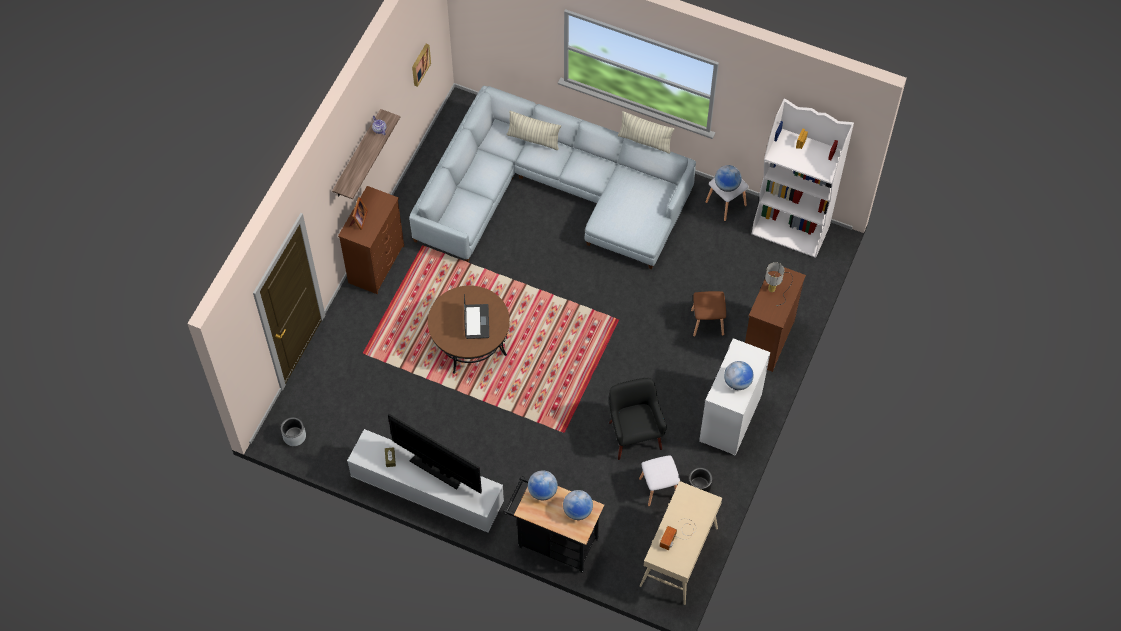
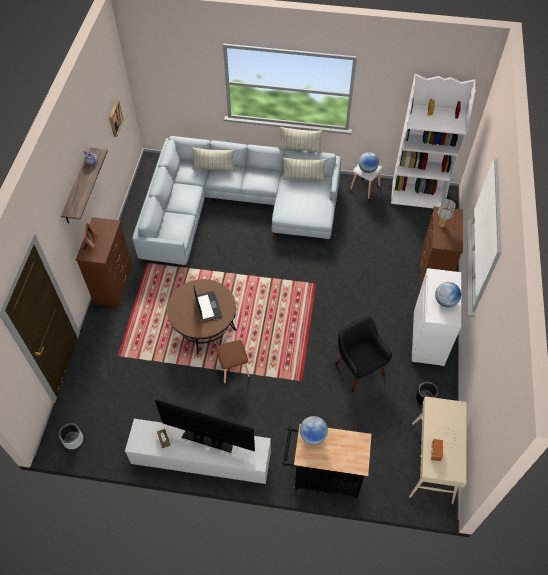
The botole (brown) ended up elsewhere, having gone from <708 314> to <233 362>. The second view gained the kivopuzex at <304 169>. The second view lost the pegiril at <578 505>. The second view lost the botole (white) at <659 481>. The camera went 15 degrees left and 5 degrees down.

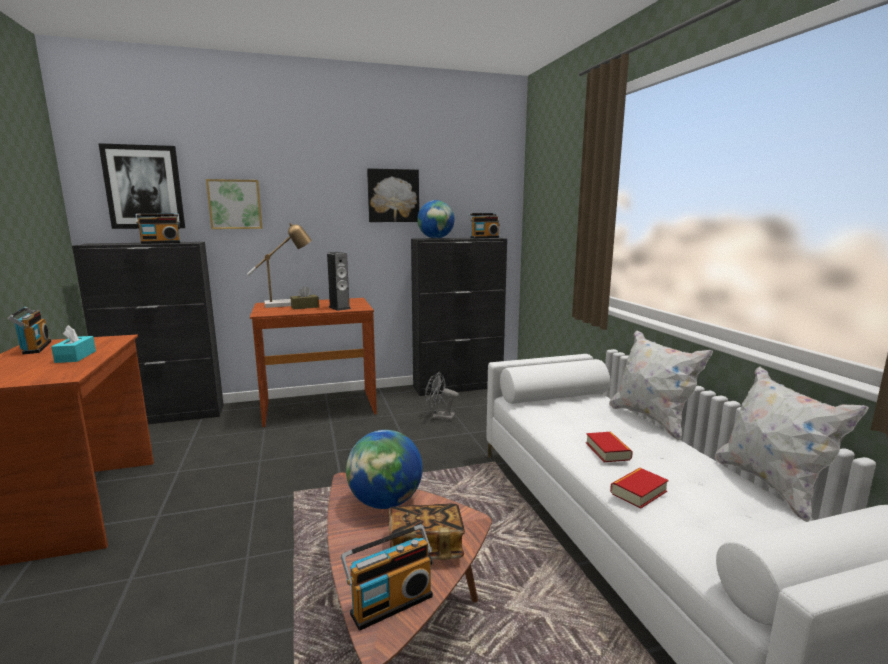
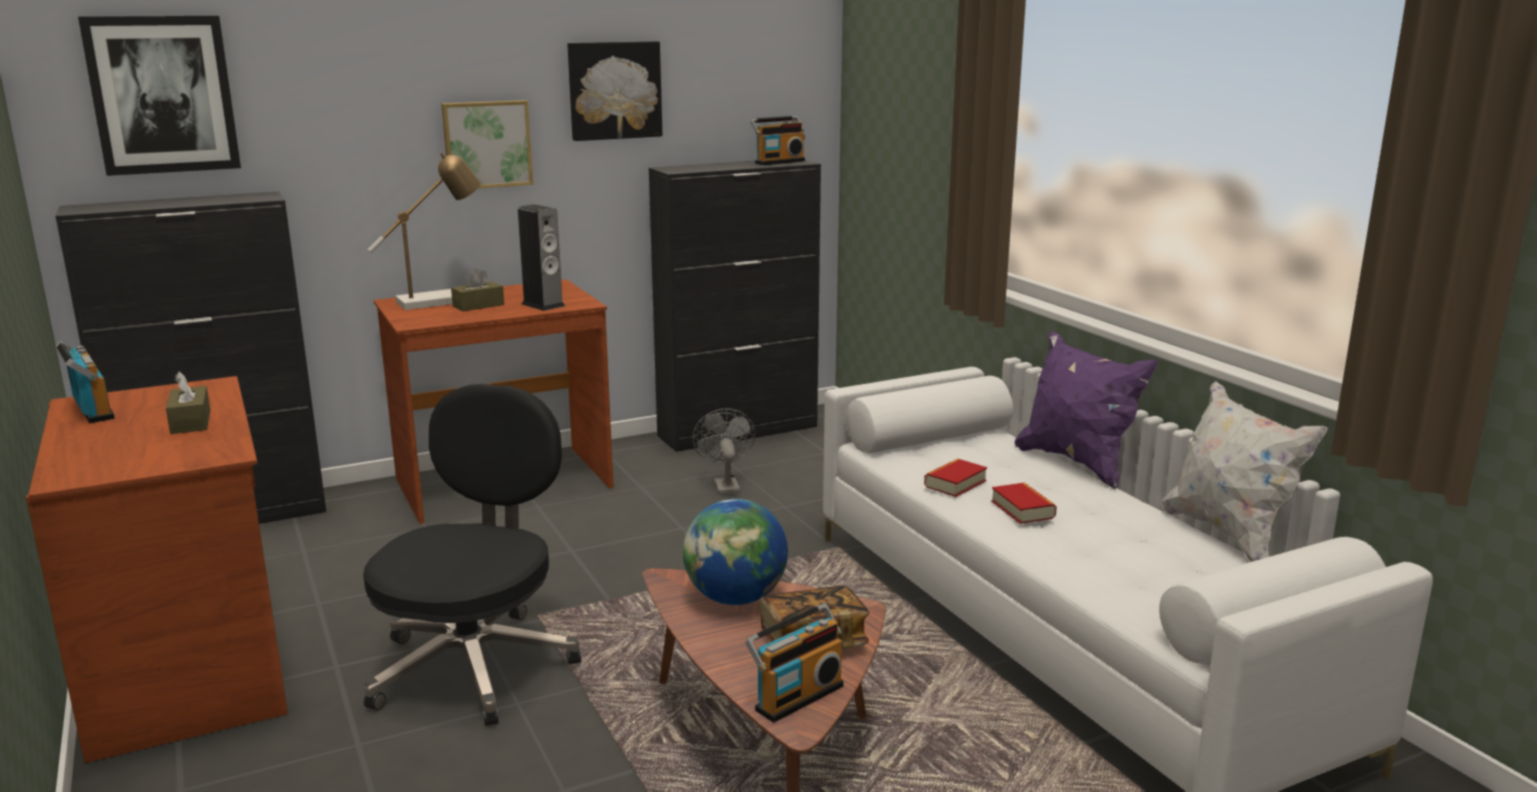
What was the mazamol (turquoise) at <73 344> turned into the mazamol (brown) at <188 402>. The second view gained the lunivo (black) at <472 555>. The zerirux ended up elsewhere, having gone from <234 204> to <487 144>. The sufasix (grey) at <442 396> ended up facing another way, 75 degrees clockwise from before. The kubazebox ended up elsewhere, having gone from <639 488> to <955 478>. What was the kivopuzex (white) at <661 385> turned into the kivopuzex (purple) at <1086 410>. The second view lost the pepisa at <158 228>. The second view lost the pegiril at <436 219>. The camera went 10 degrees left and 5 degrees up.

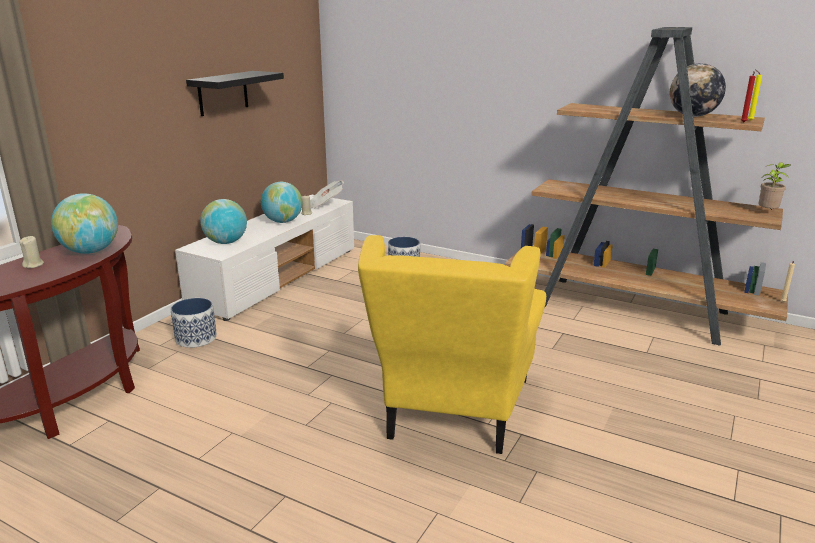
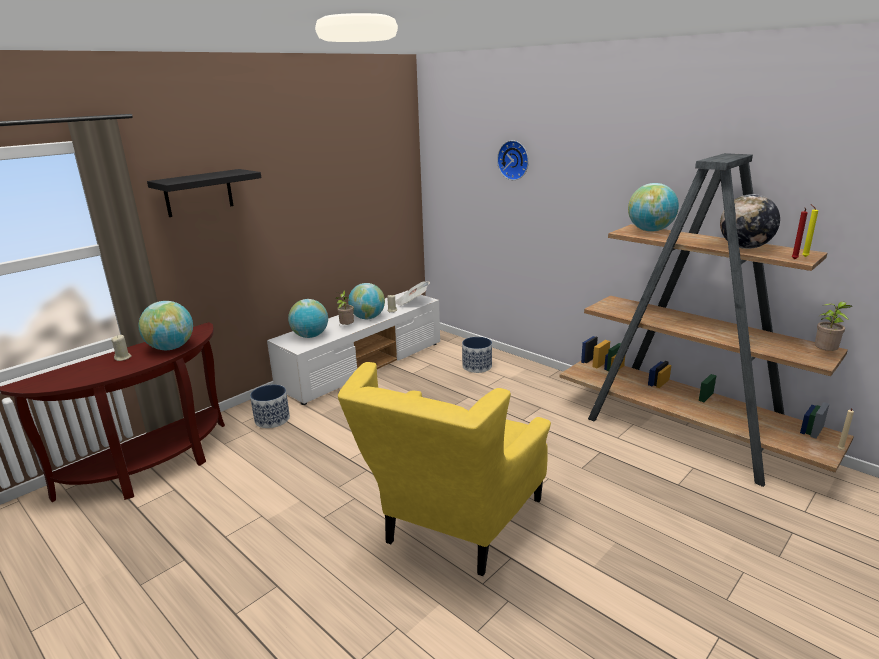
The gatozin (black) ended up elsewhere, having gone from <235 93> to <204 193>. The second view gained the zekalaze at <344 307>. The second view gained the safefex at <513 160>. The second view gained the pegiril at <653 207>. The camera went 15 degrees right and 0 degrees up.

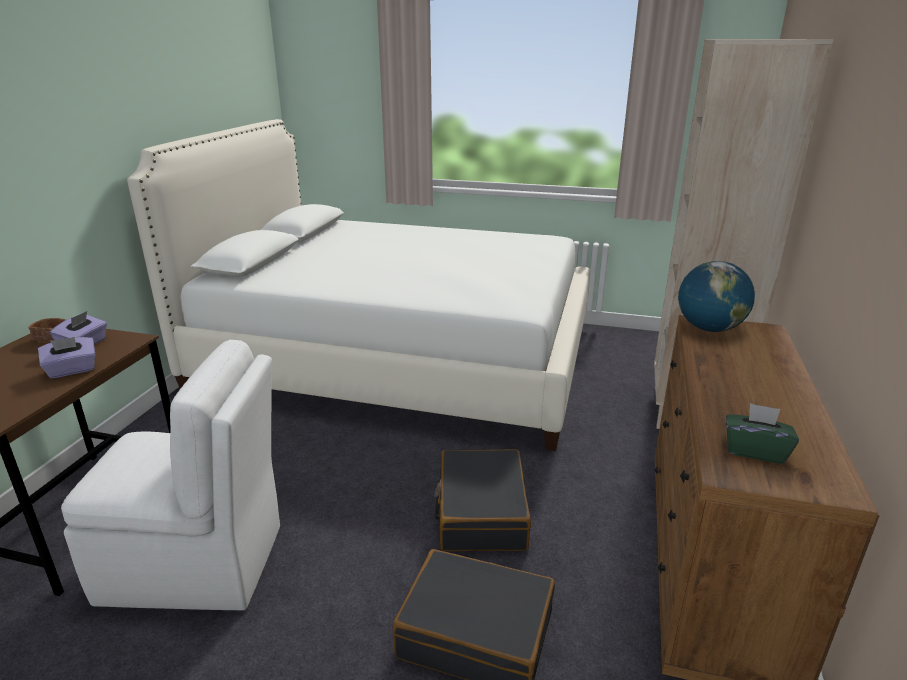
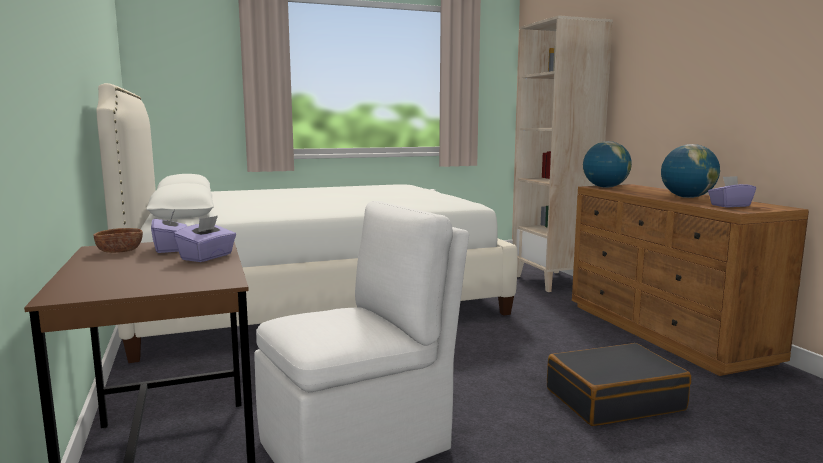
The second view gained the pegiril at <690 171>. What was the mazamol (green) at <762 433> turned into the mazamol (purple) at <732 191>. The second view lost the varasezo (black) at <482 500>. The camera went 35 degrees left and 15 degrees down.

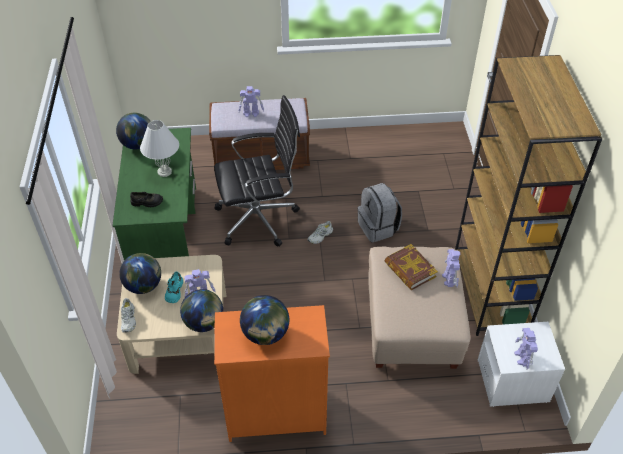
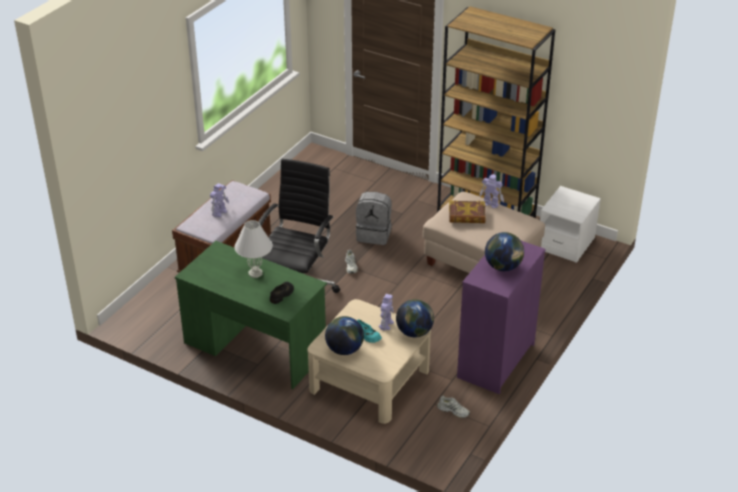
The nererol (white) ended up elsewhere, having gone from <128 315> to <453 407>. What was the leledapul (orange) at <272 373> turned into the leledapul (purple) at <501 317>. The second view lost the pegiril at <133 131>. The second view lost the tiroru at <526 349>. The camera went 55 degrees left and 10 degrees down.

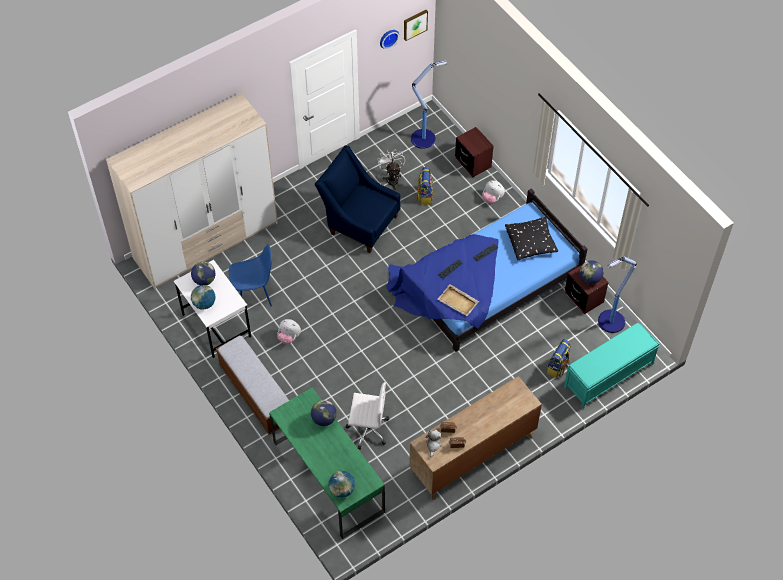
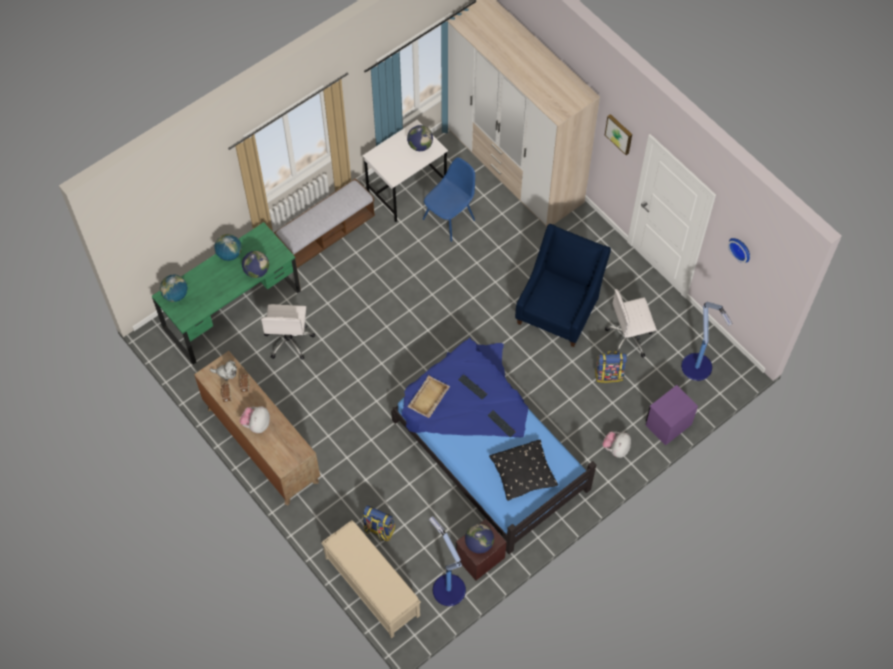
The pegiril ended up elsewhere, having gone from <203 297> to <228 247>. The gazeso ended up elsewhere, having gone from <289 331> to <255 419>. What was the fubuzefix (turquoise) at <612 366> turned into the fubuzefix (beige) at <371 579>. The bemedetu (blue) at <250 275> ended up facing another way, 120 degrees counterclockwise from before. The zerirux ended up elsewhere, having gone from <416 25> to <618 134>. Where the sufasix (white) stood at <391 170>, the lunivo (white) came to stand at <631 323>. What was the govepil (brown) at <474 152> turned into the govepil (purple) at <671 415>. The camera went 85 degrees right and 5 degrees up.

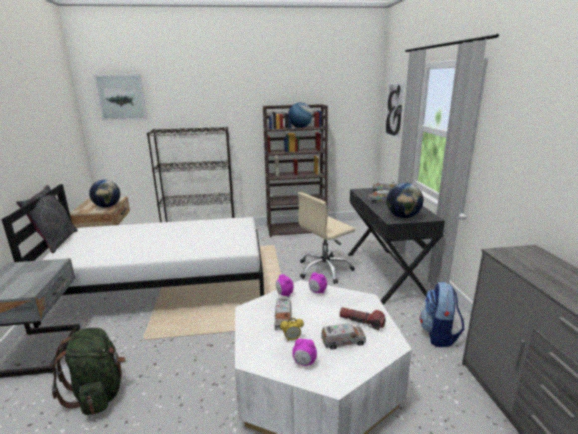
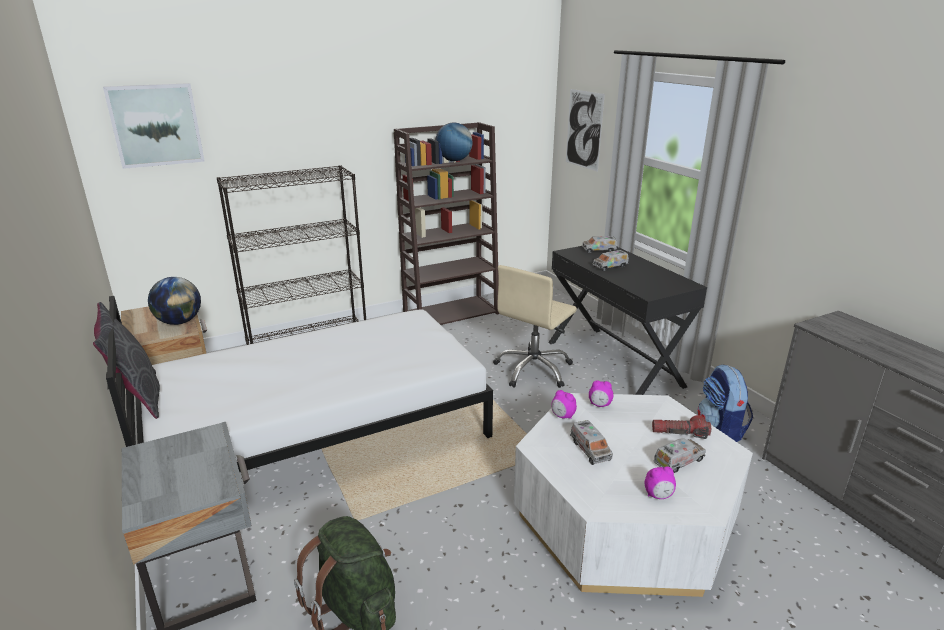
The second view lost the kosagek at <292 329>. The second view lost the pegiril at <404 200>. The camera went 20 degrees left and 5 degrees up.

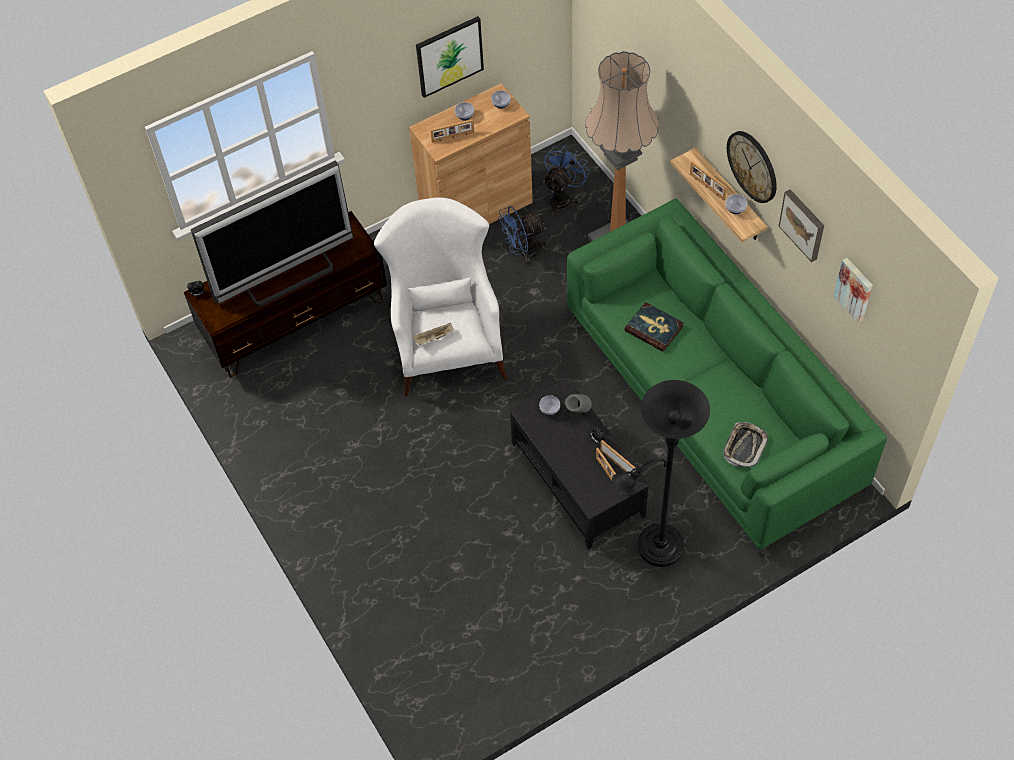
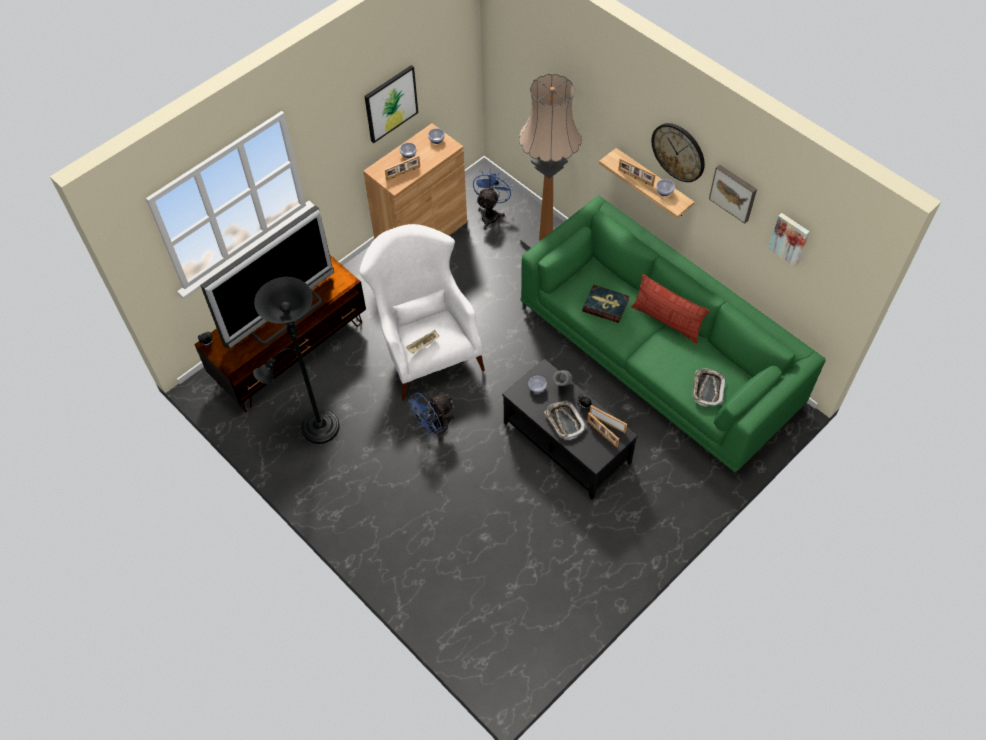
The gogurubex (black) ended up elsewhere, having gone from <661 473> to <296 360>. The sufasix (blue) ended up elsewhere, having gone from <522 236> to <430 416>. The second view gained the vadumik at <565 420>. The second view gained the kivopuzex at <670 309>. The camera went 15 degrees left and 0 degrees up.

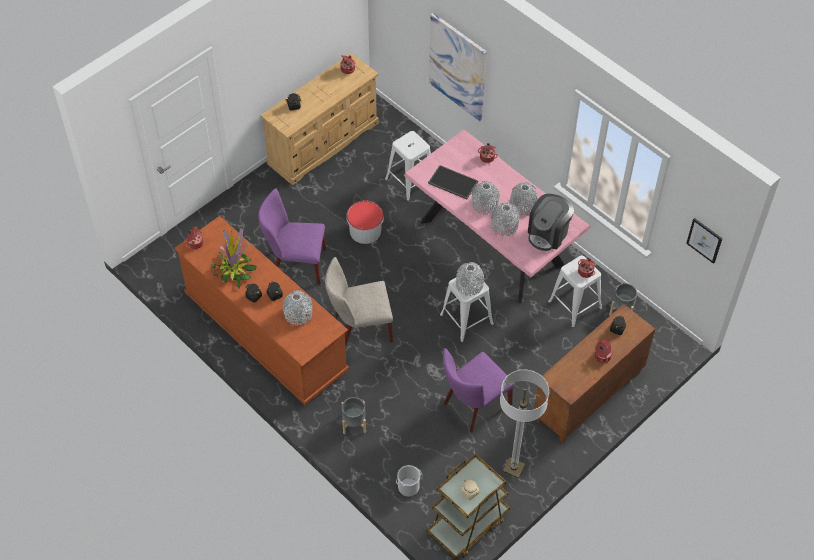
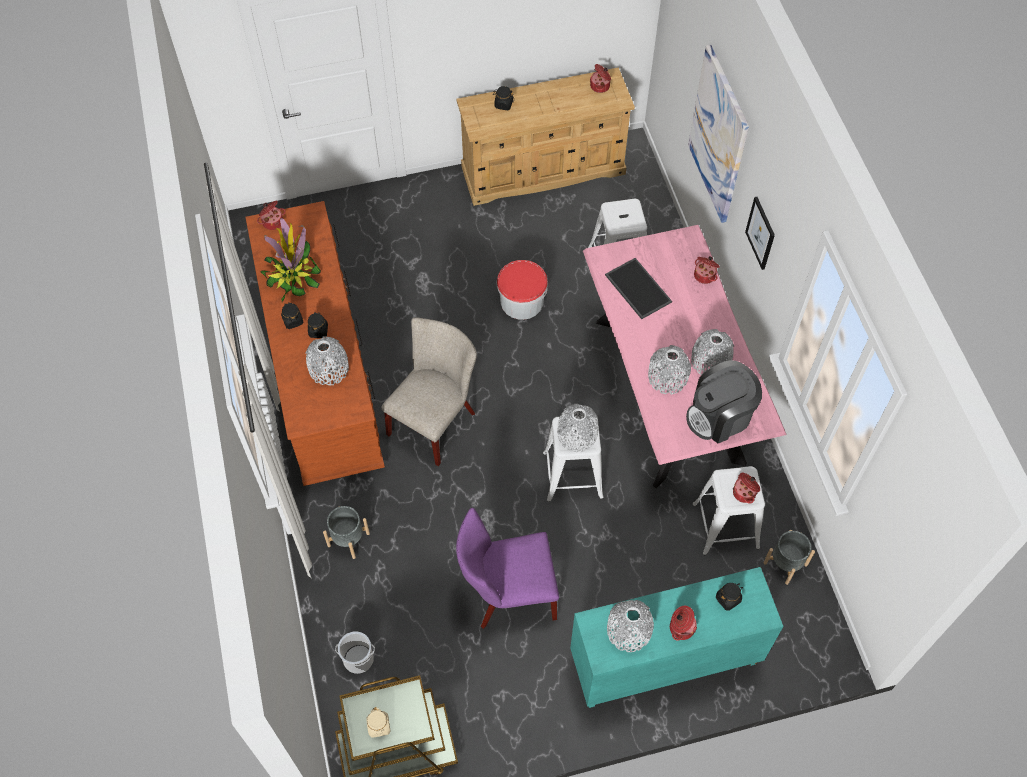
The bemedetu (beige) at <359 302> ended up facing another way, 105 degrees clockwise from before. What was the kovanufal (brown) at <594 374> turned into the kovanufal (turquoise) at <677 637>. The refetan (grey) ended up elsewhere, having gone from <485 198> to <630 626>. The zerirux ended up elsewhere, having gone from <704 241> to <760 233>. The second view lost the bemedetu (purple) at <292 236>. The second view lost the gogurubex at <524 424>. The camera went 30 degrees right and 5 degrees up.

